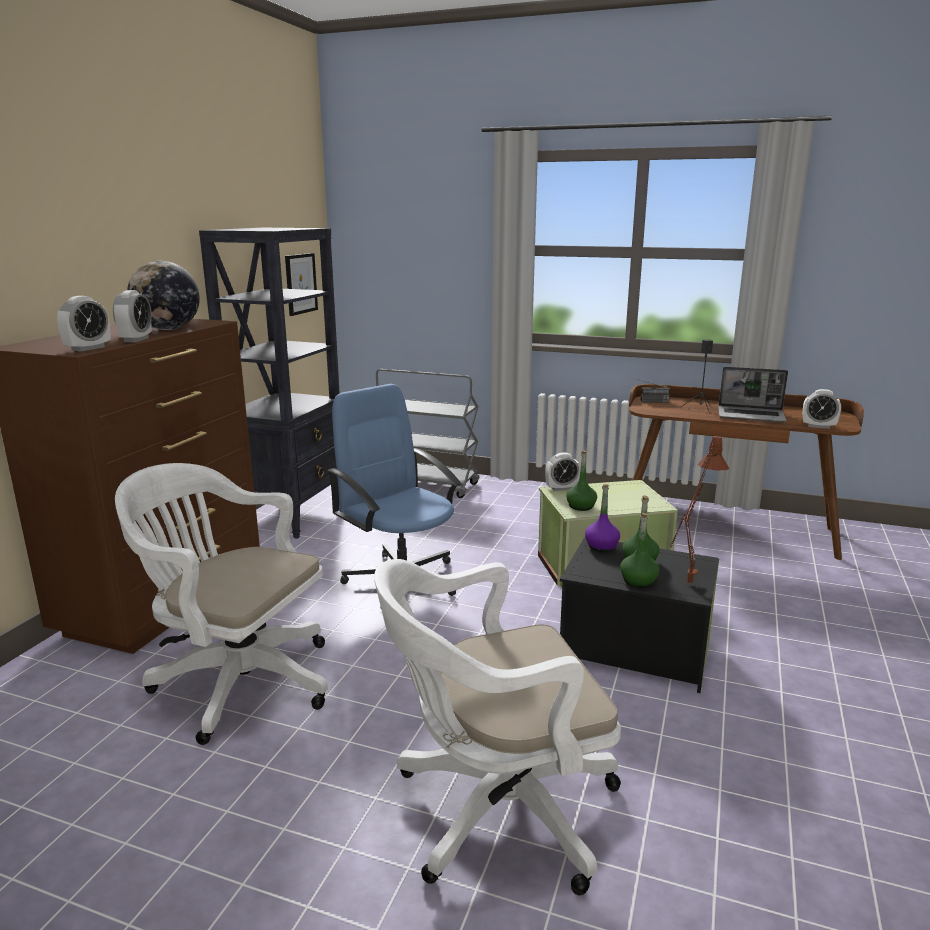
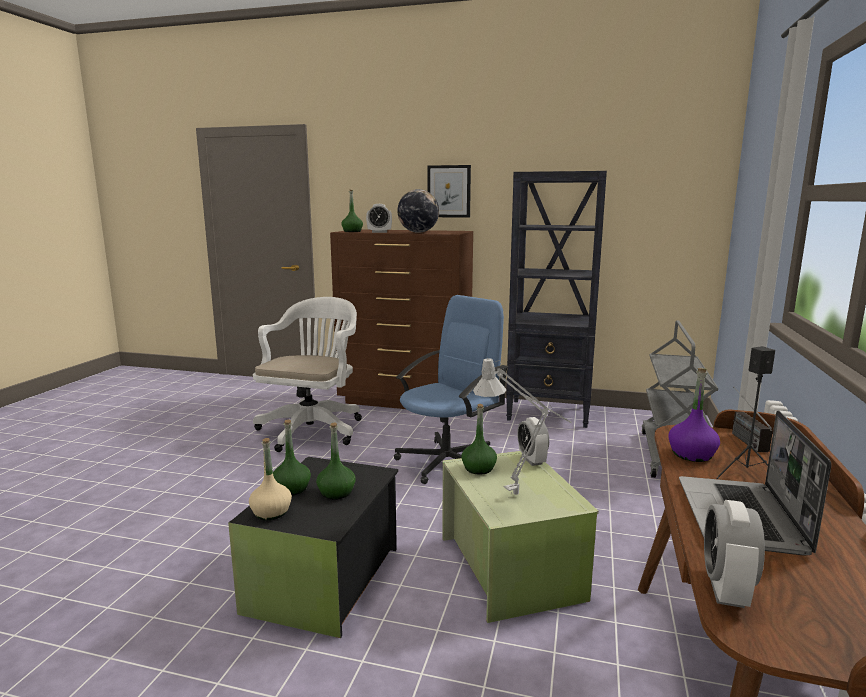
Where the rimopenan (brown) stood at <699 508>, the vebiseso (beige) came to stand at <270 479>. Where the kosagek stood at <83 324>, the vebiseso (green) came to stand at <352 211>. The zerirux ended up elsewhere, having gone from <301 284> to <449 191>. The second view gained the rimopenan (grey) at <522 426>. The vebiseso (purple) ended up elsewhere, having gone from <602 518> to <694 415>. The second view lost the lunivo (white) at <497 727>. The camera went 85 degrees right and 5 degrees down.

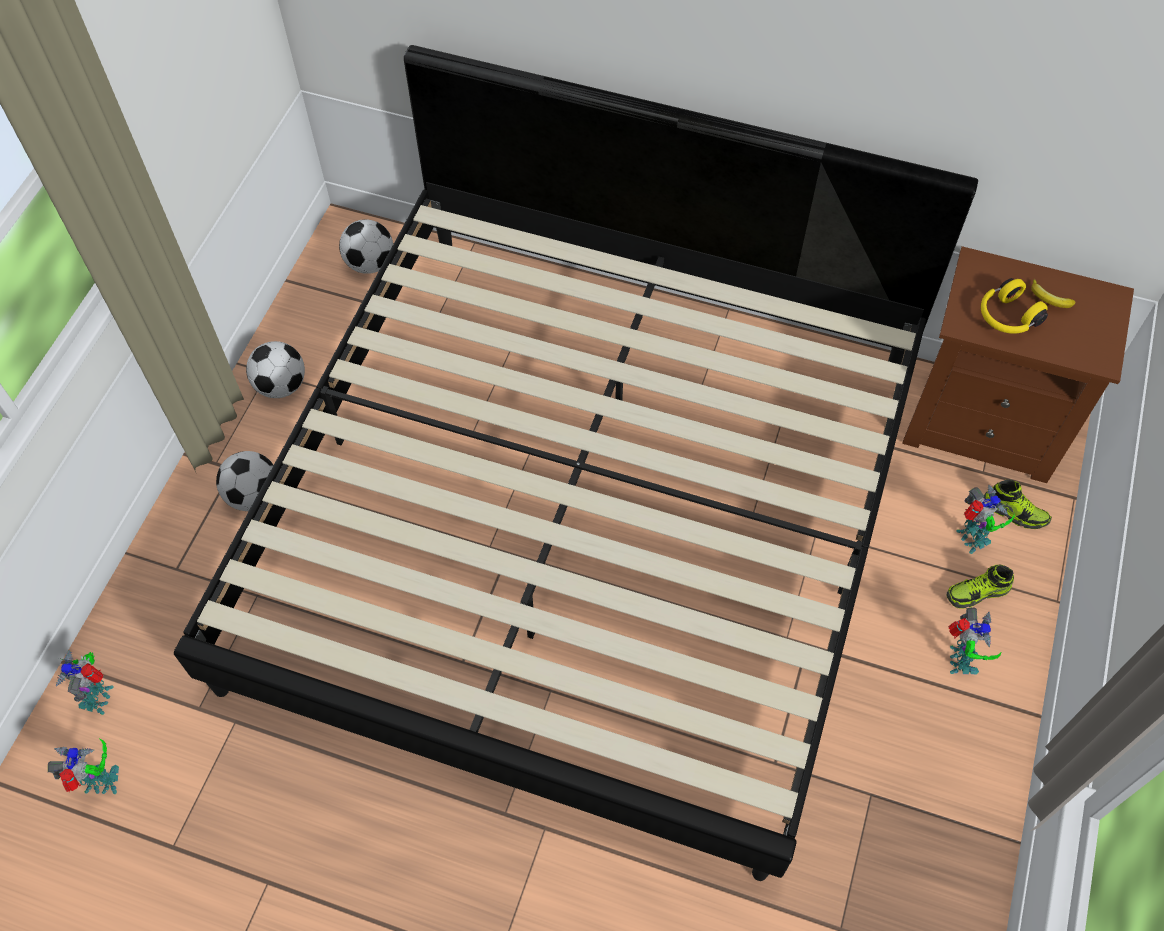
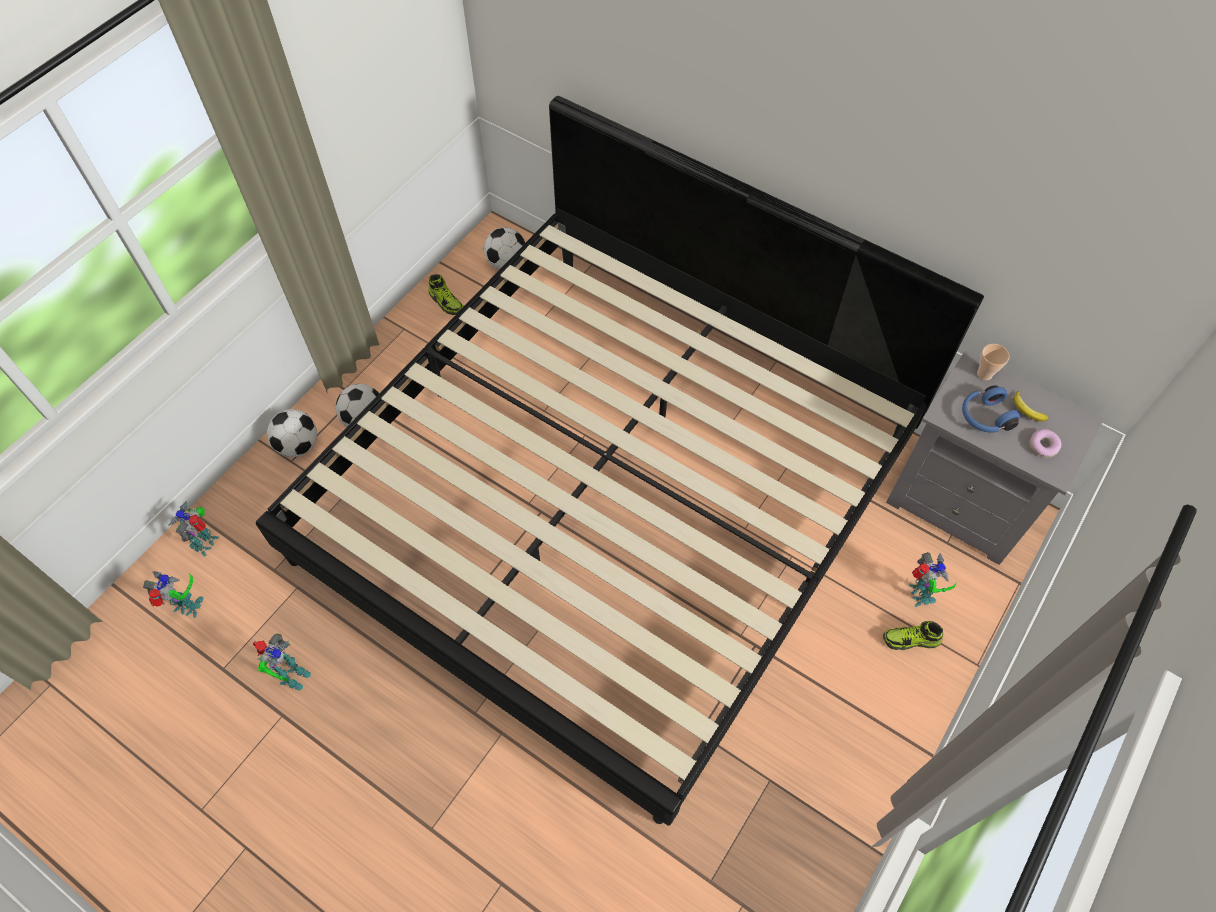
The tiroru ended up elsewhere, having gone from <975 640> to <282 662>. The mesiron ended up elsewhere, having gone from <275 369> to <292 433>. The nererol ended up elsewhere, having gone from <1018 504> to <446 294>. What was the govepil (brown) at <1018 364> turned into the govepil (grey) at <995 457>. What was the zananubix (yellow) at <1014 306> turned into the zananubix (blue) at <991 409>. The second view gained the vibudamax at <993 362>. The second view gained the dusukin at <1045 443>. The camera went 15 degrees right and 0 degrees up.

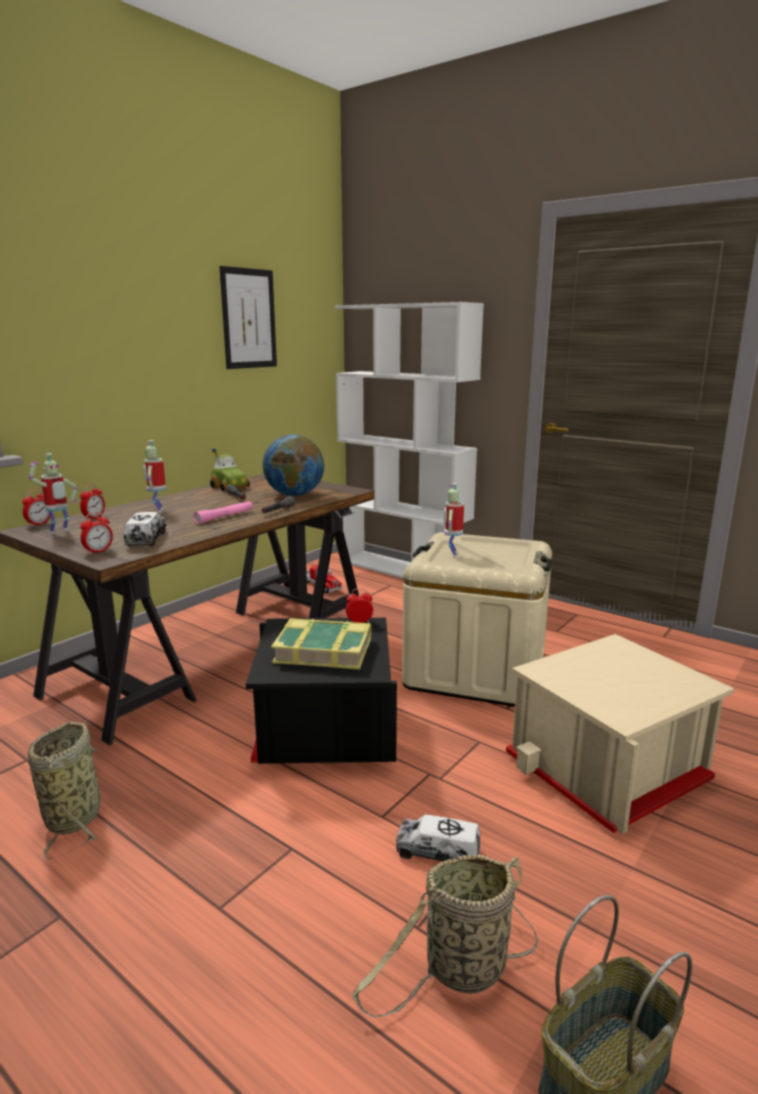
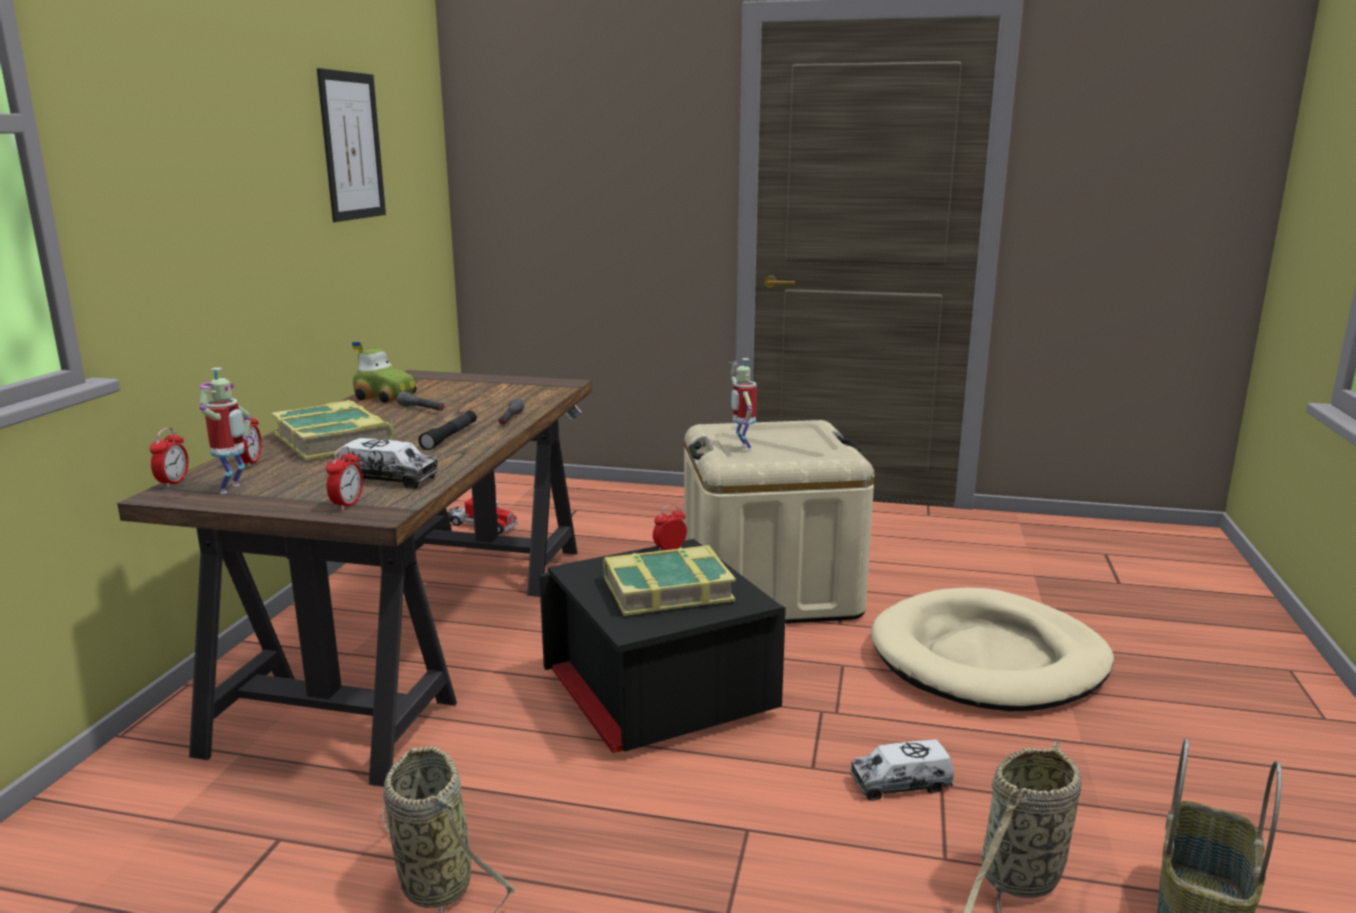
Where the tiroru stood at <154 476>, the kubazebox came to stand at <333 430>. The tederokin at <145 529> ended up facing another way, 135 degrees clockwise from before. What was the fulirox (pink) at <223 512> turned into the fulirox (black) at <448 430>. Where the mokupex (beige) stood at <620 734>, the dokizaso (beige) came to stand at <992 649>. The second view lost the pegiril at <293 465>. The second view lost the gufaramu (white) at <409 440>. The camera went 25 degrees left and 0 degrees up.

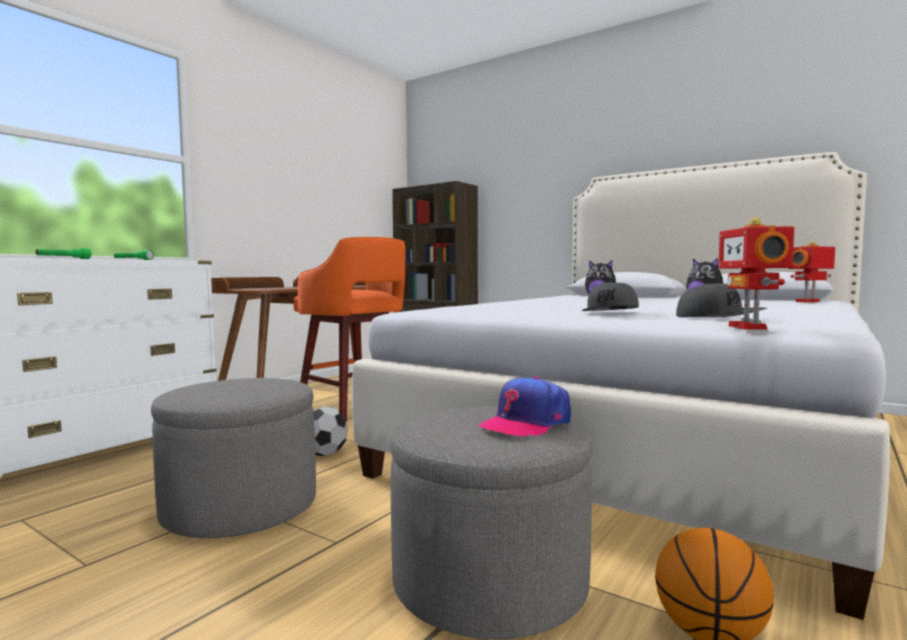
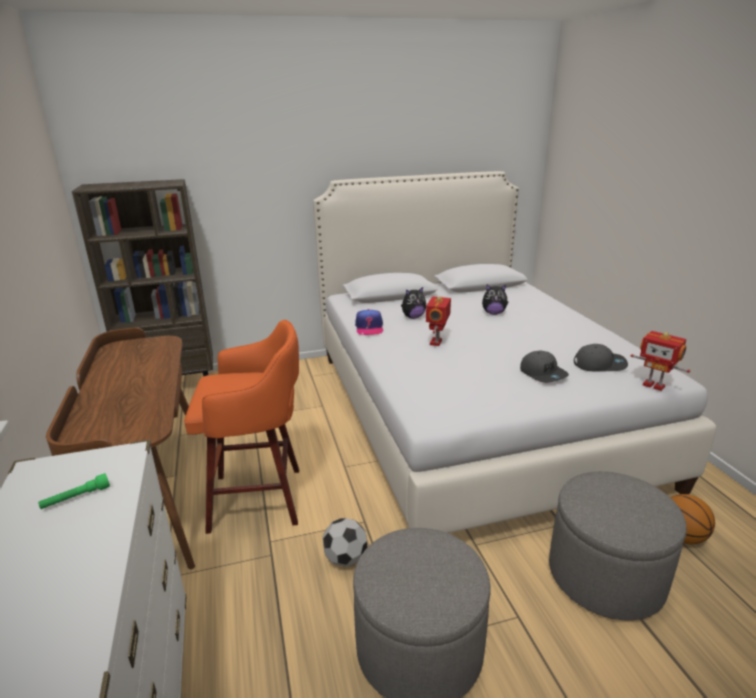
The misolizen ended up elsewhere, having gone from <524 407> to <369 322>. The tiroru ended up elsewhere, having gone from <811 271> to <438 321>. The second view lost the fulirox (green) at <63 253>. The camera went 50 degrees left and 20 degrees up.

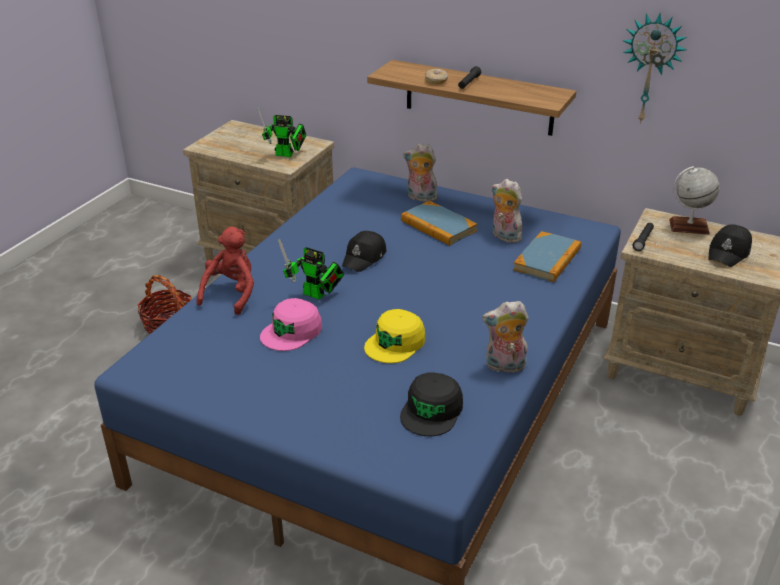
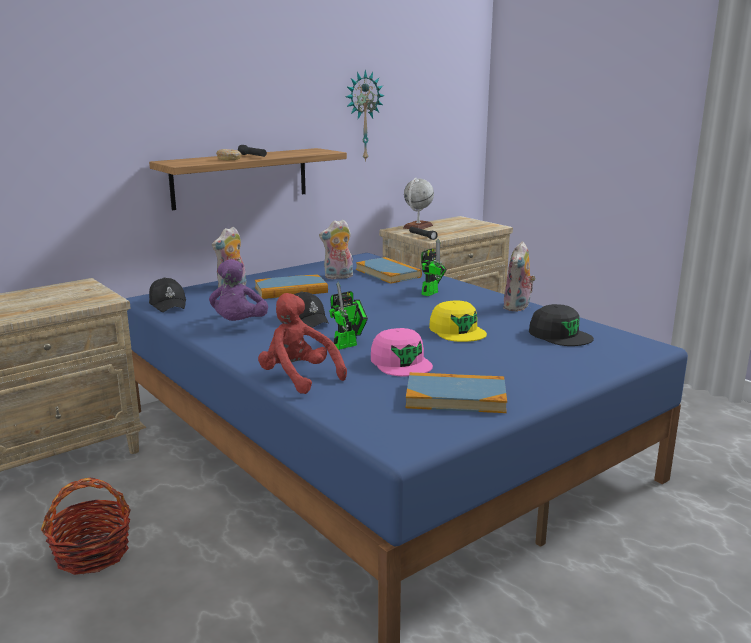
The misolizen (black) ended up elsewhere, having gone from <730 245> to <167 294>. The second view gained the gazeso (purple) at <238 290>. The second view gained the kubazebox at <456 392>. The tiroru ended up elsewhere, having gone from <281 131> to <434 267>. The camera went 65 degrees left and 15 degrees down.

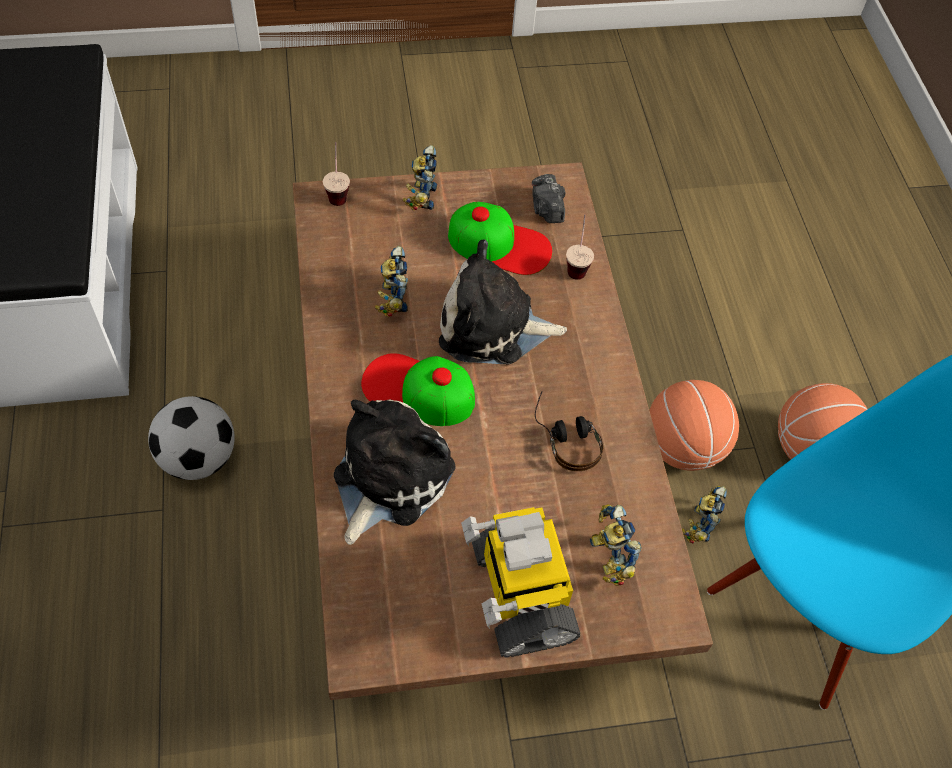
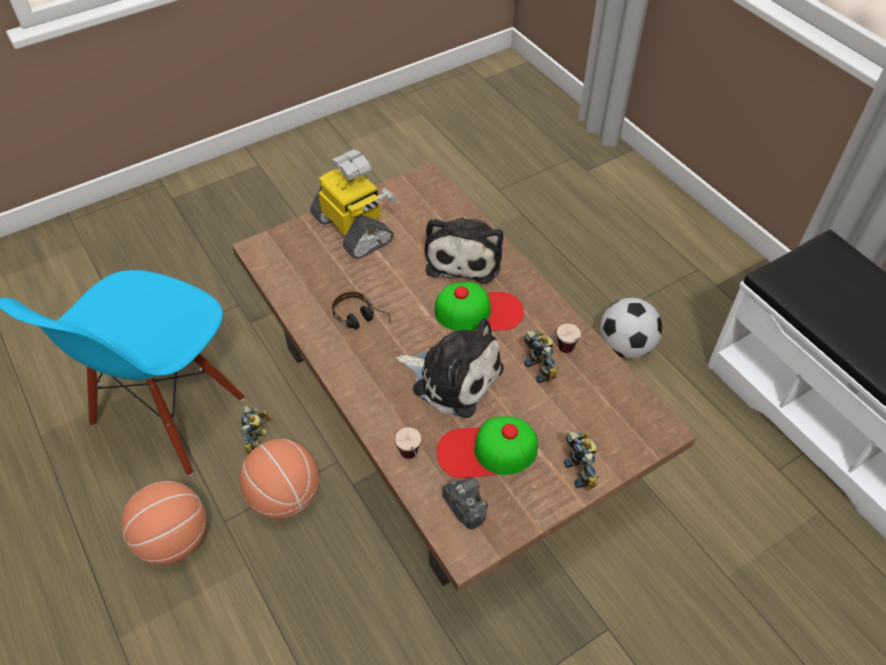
The gazeso at <503 302> ended up facing another way, 45 degrees clockwise from before. The vibudamax ended up elsewhere, having gone from <336 174> to <573 338>. The second view lost the tiroru at <616 545>. The camera went 160 degrees right and 5 degrees down.

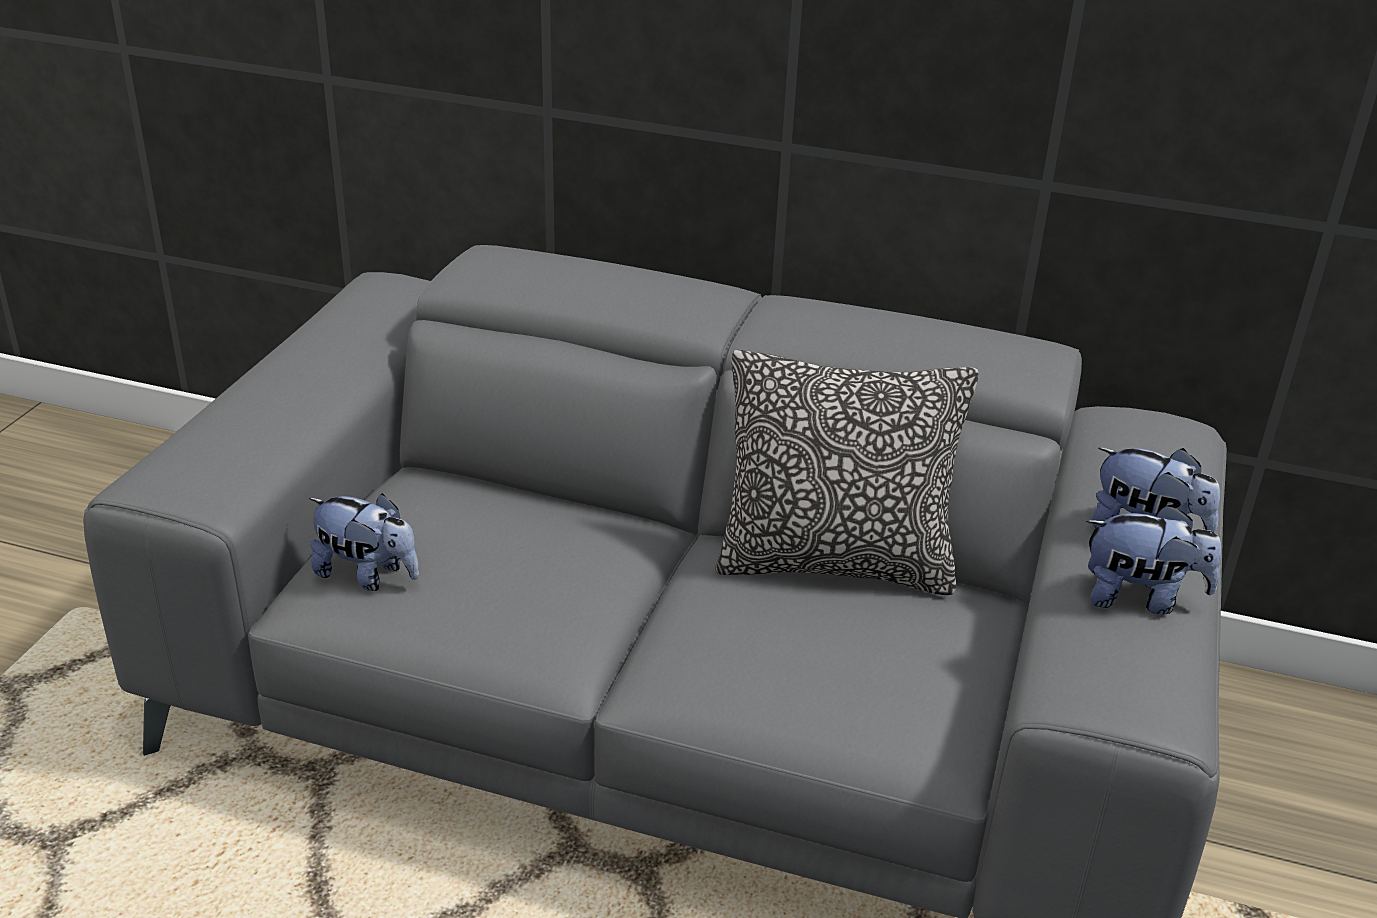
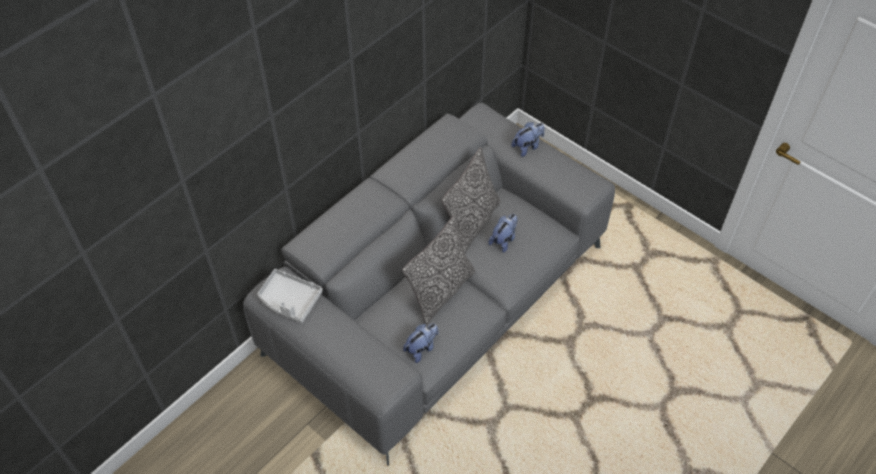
The second view gained the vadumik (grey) at <290 296>. The second view gained the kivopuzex at <438 270>. The gazeso ended up elsewhere, having gone from <1153 559> to <503 233>. The camera went 65 degrees left and 20 degrees up.

